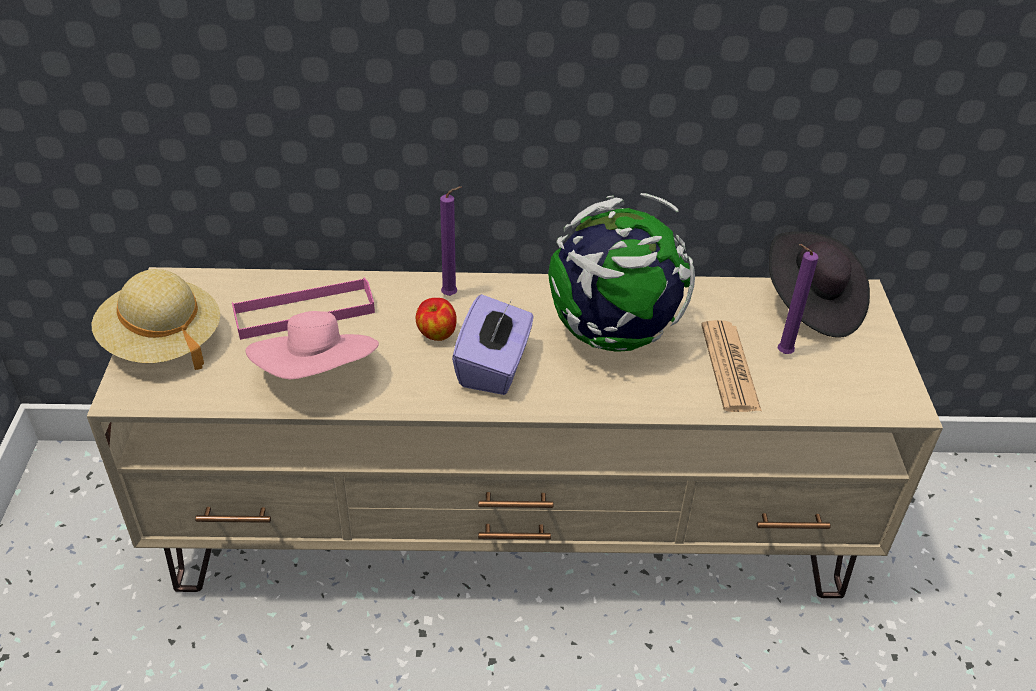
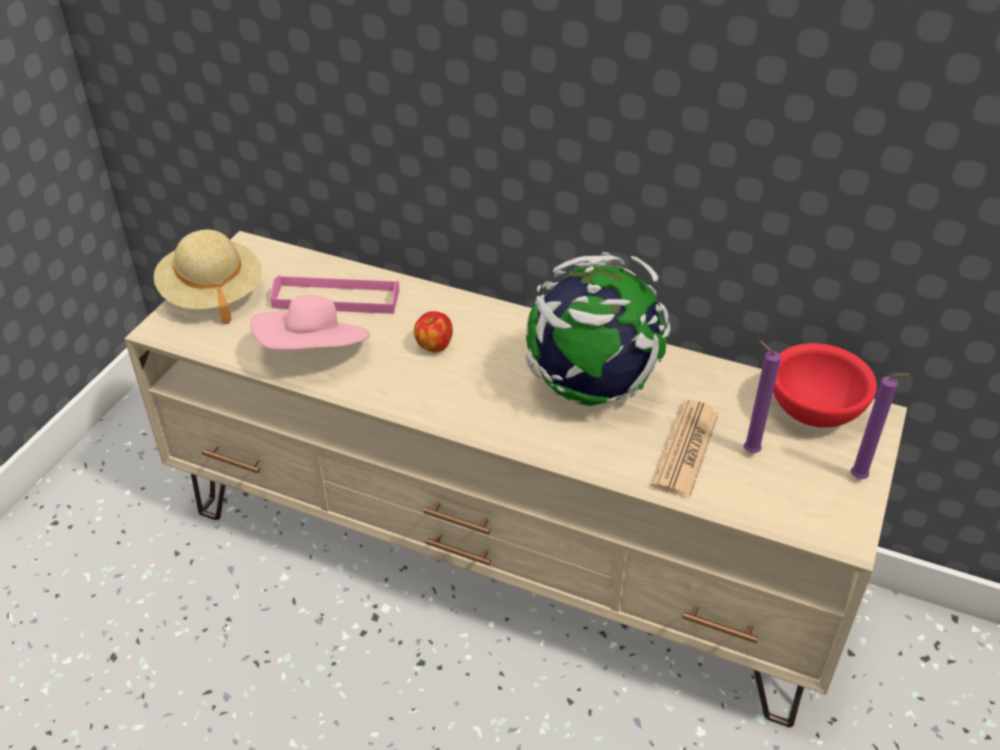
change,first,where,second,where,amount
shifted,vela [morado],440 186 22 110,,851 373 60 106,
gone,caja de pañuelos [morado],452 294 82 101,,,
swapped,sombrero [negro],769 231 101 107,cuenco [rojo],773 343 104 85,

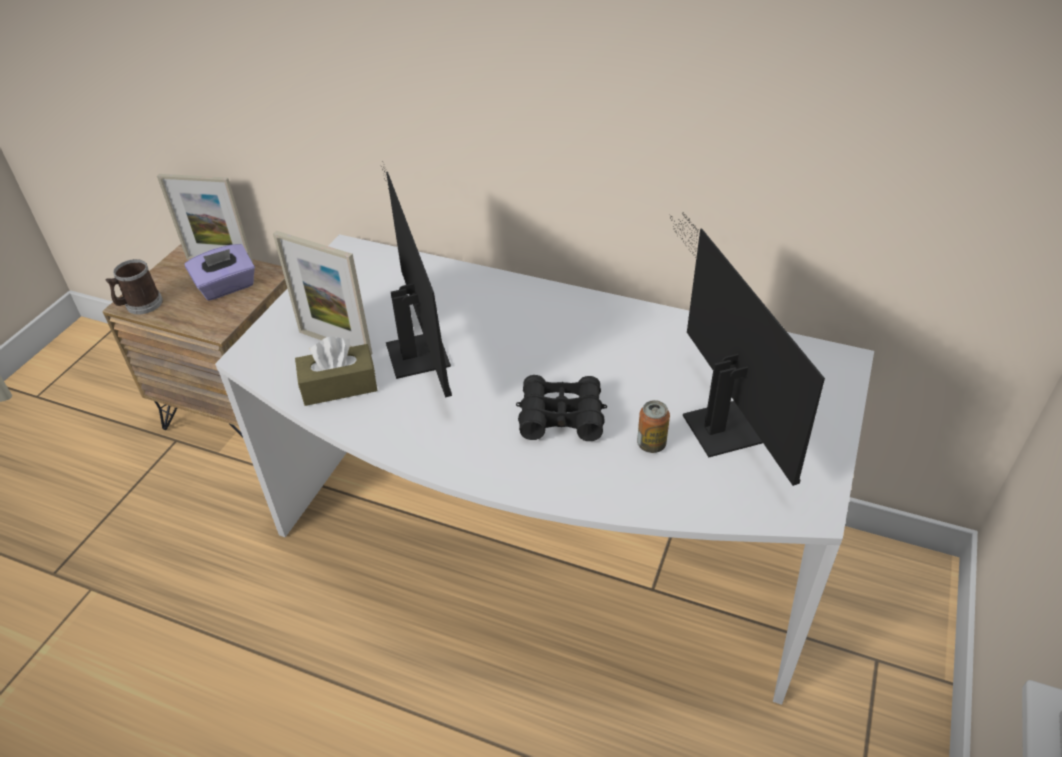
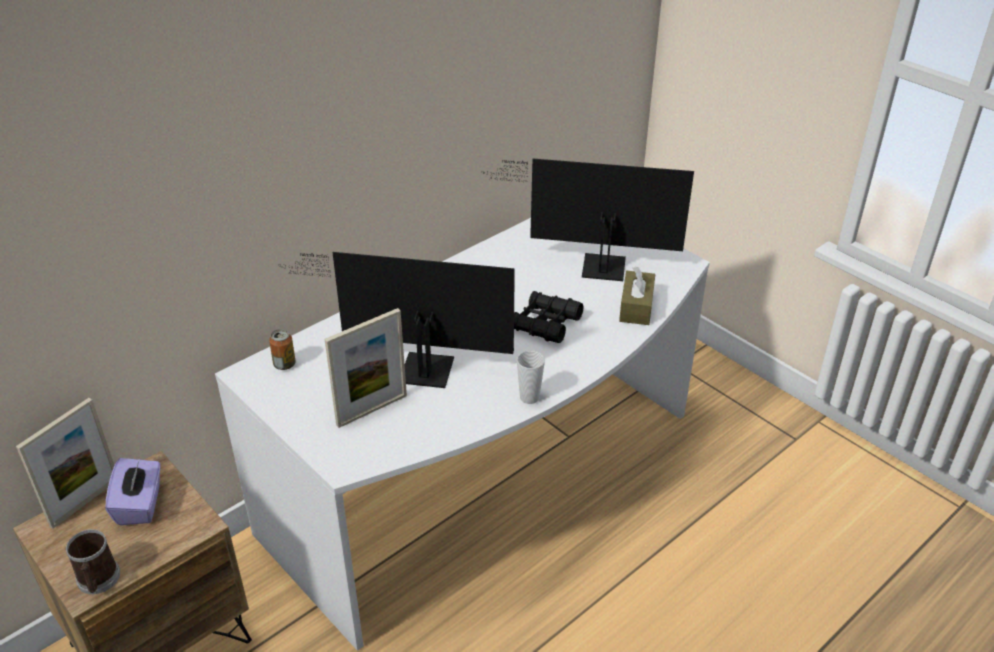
change,first,where,second,where,amount
shifted,caja de pañuelos [marrón],295 336 83 70,,619 267 36 58,
shifted,lata,637 400 33 53,,269 329 27 41,
new,,,taza,517 350 28 54,

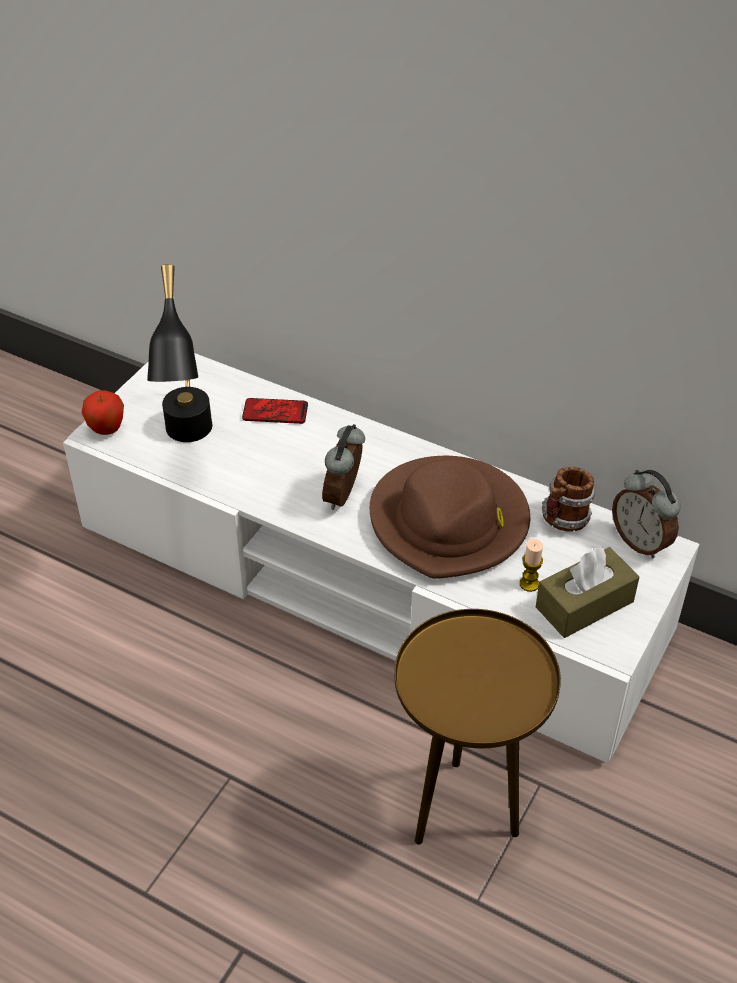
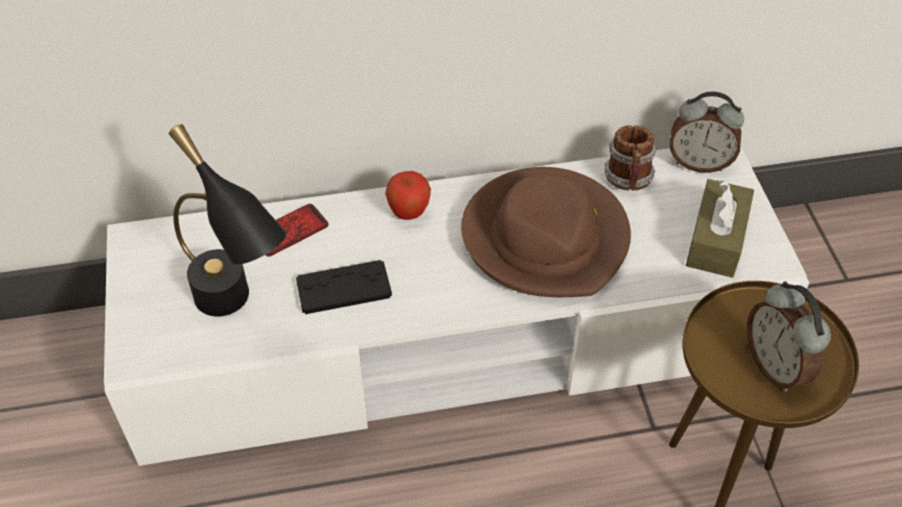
change,first,where,second,where,amount
shifted,manzana,81 390 43 45,,385 171 46 49,
shifted,despertador,322 424 43 86,,747 281 84 110,
gone,vela,520 539 23 53,,,
new,,,mando de consola [negro],296 260 96 54,

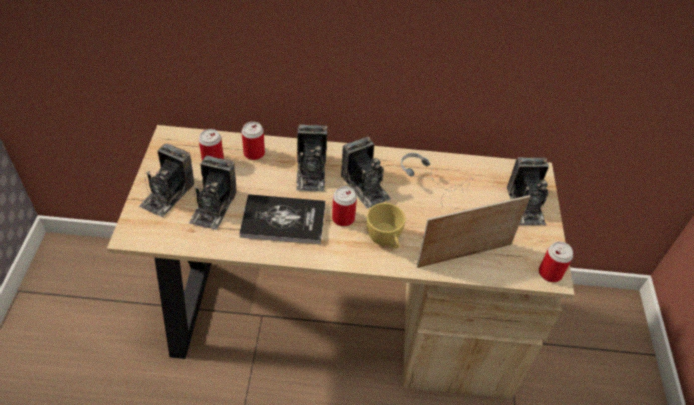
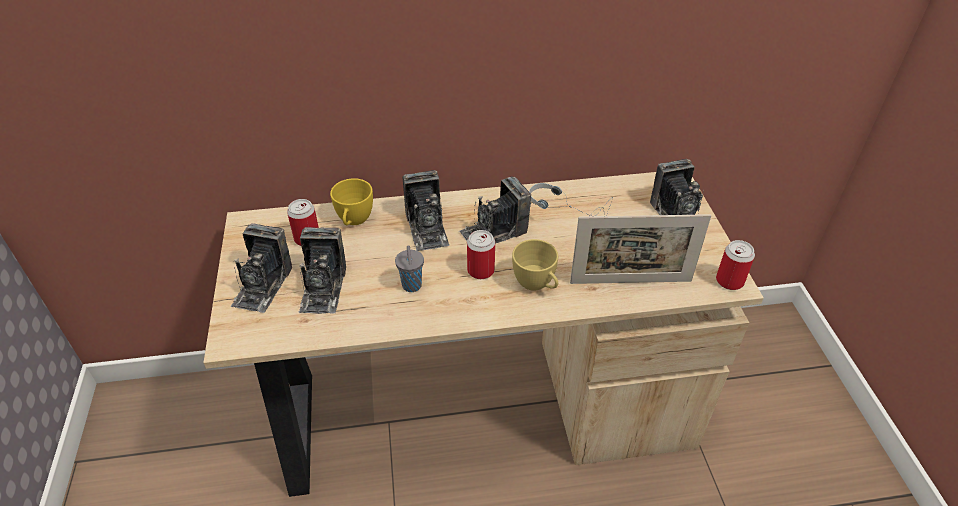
change,first,where,second,where,amount
swapped,libro,239 194 87 50,taza [gris],395 245 29 47,
swapped,lata,242 122 23 38,taza [amarillo],330 178 43 47,
rotated,cámara,341 137 50 72,,459 177 72 67,105 degrees clockwise
rotated,portarretratos,417 195 114 73,,570 214 141 70,150 degrees counterclockwise

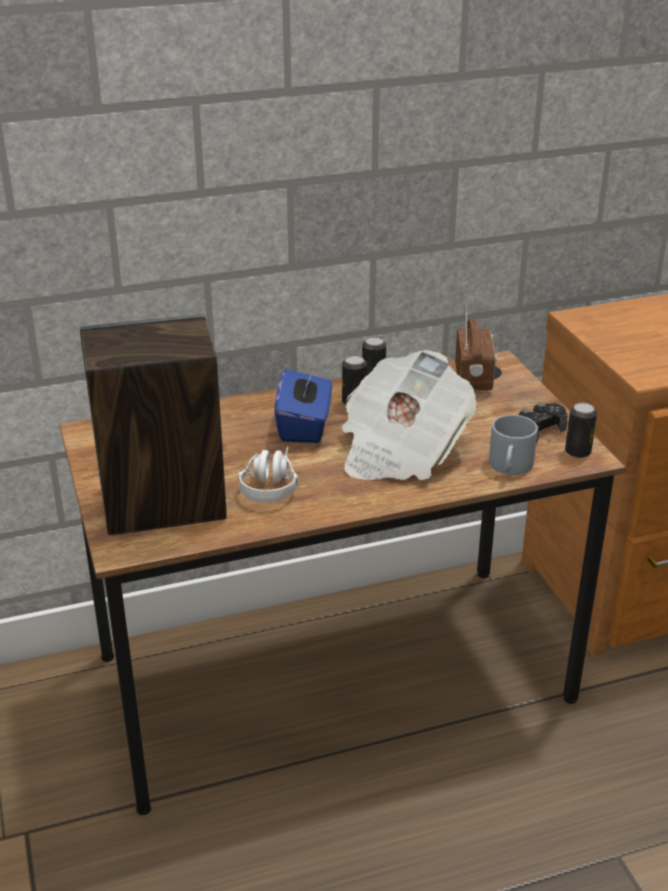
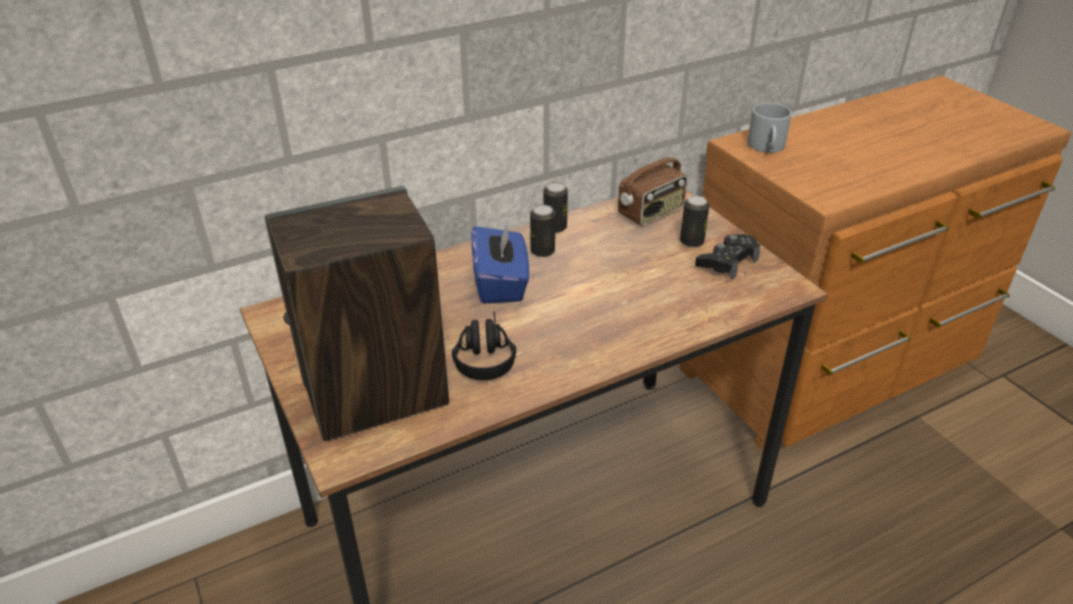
change,first,where,second,where,amount
repainted,auriculares [blanco],238 447 60 56,auriculares [negro],452 311 64 69,
gone,periódico,342 350 135 130,,,
rotated,radio,455 303 42 87,,618 137 69 89,60 degrees clockwise
shifted,taza grande [gris],489 415 49 60,,748 103 44 50,
shifted,lata,565 402 32 56,,680 195 30 52,

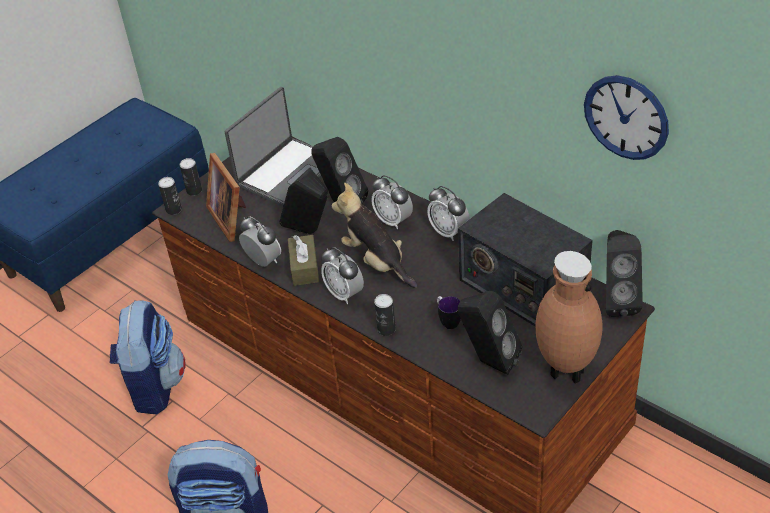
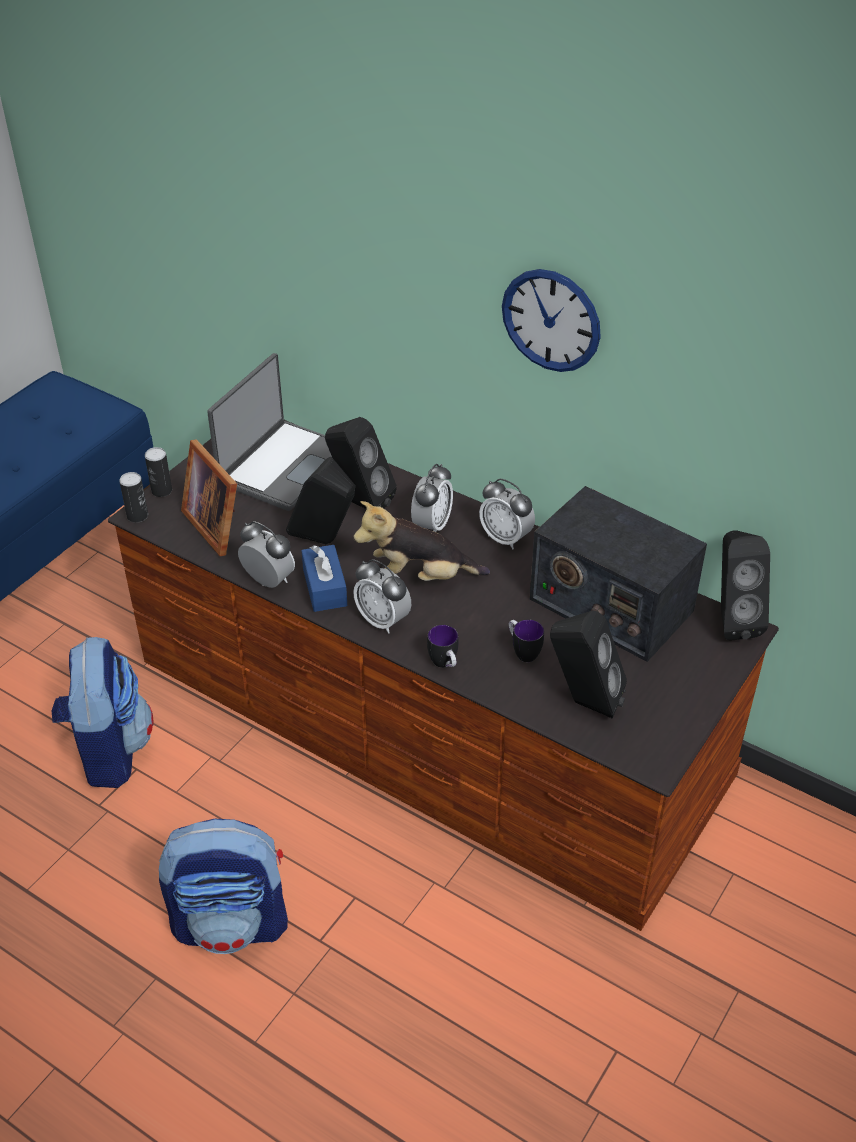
change,first,where,second,where,amount
repainted,caja de pañuelos [marrón],288 235 31 51,caja de pañuelos [azul],301 545 46 67,
rotated,peluche,331 183 87 105,,353 501 137 80,45 degrees counterclockwise
rotated,despertador,371 175 42 55,,411 464 42 68,105 degrees counterclockwise
swapped,lata,374 294 22 42,taza grande,427 625 32 43,
gone,florero [marrón],535 251 67 133,,,
shifted,reloj de pared,584 75 85 85,,502 269 99 103,

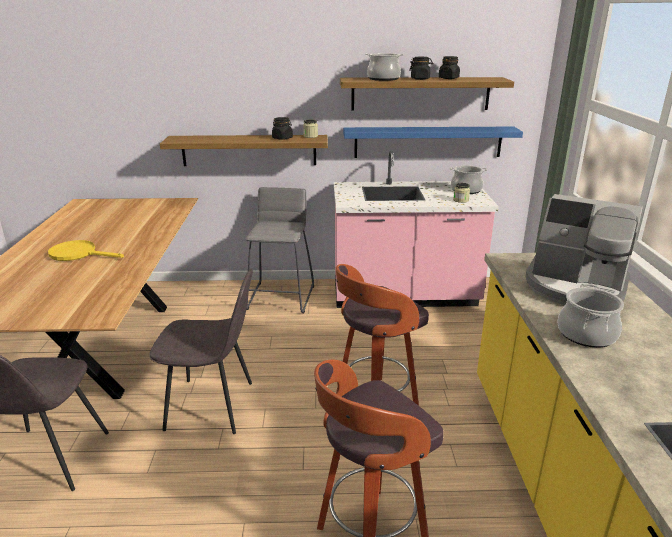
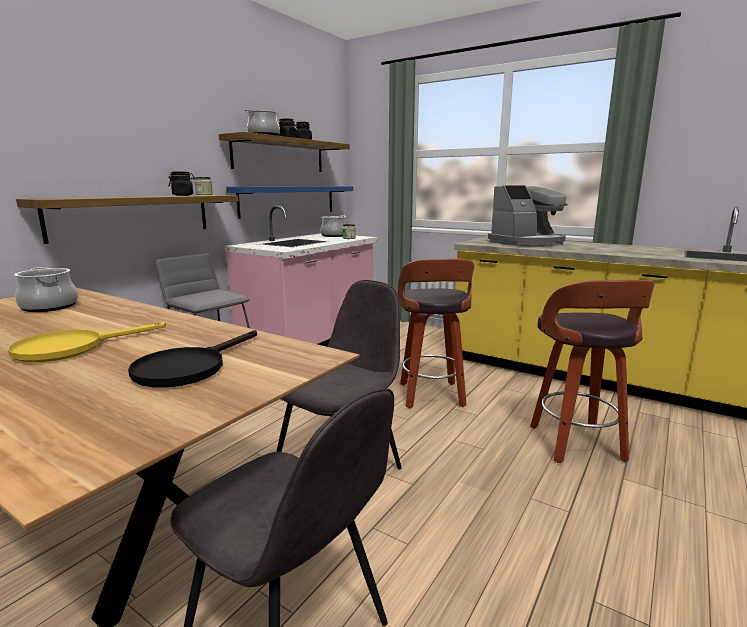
change,first,where,second,where,amount
shifted,olla,558 283 66 65,,14 267 64 45,
new,,,sartén [negro],128 330 129 58,

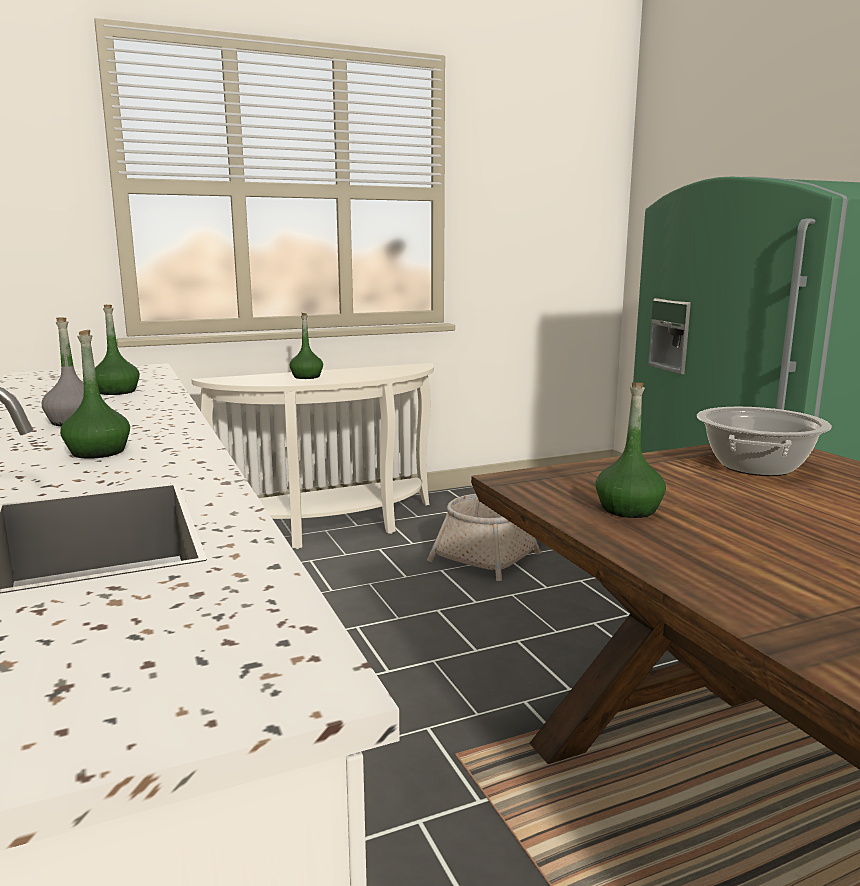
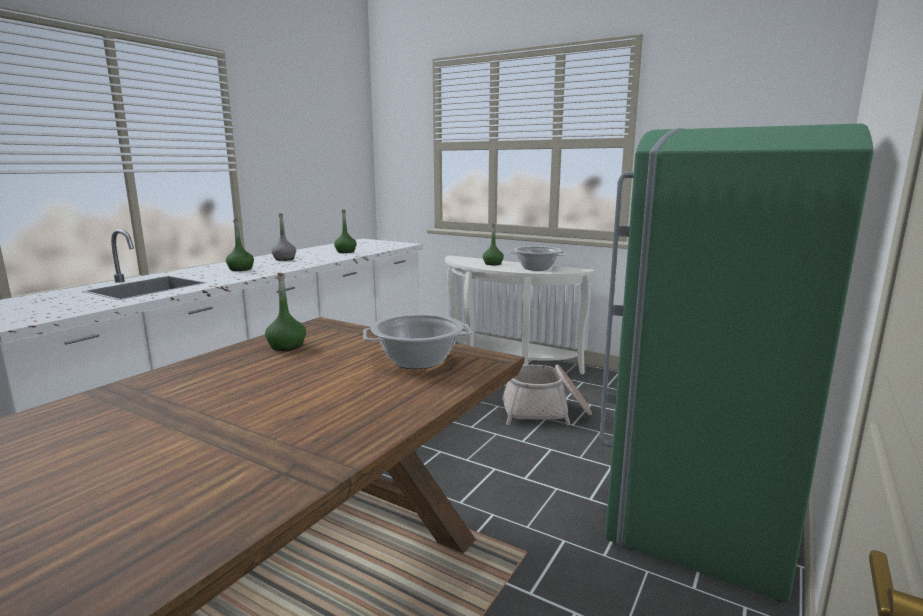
change,first,where,second,where,amount
new,,,olla,509 246 57 25,

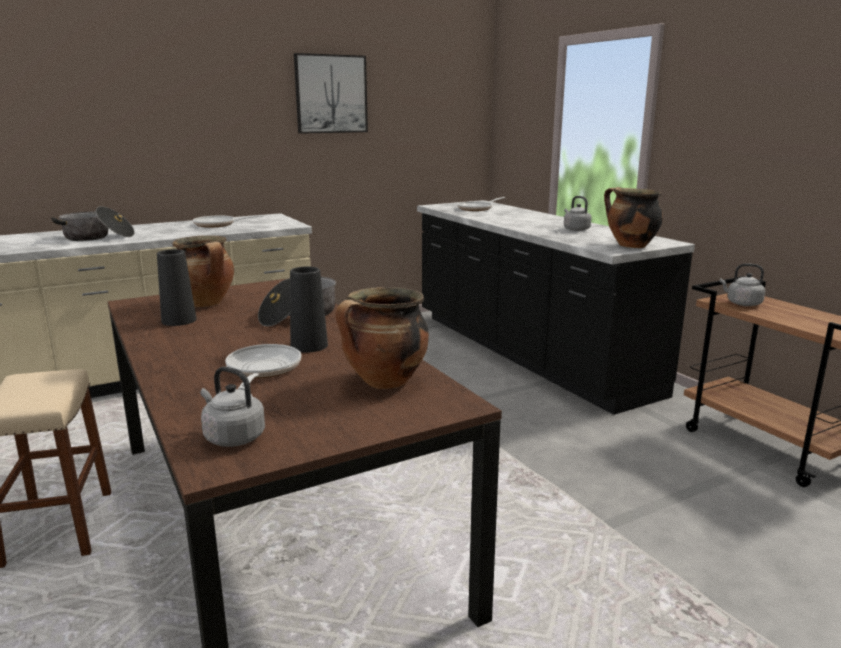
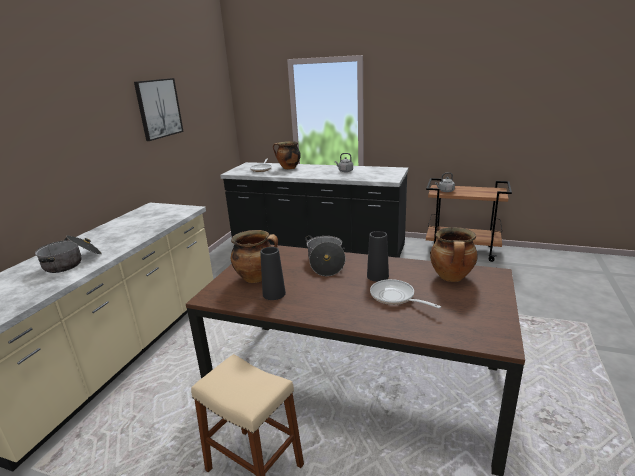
change,first,where,second,where,amount
gone,sartén,193 215 71 13,,,
gone,hervidor [gris],200 366 65 81,,,
shifted,olla,604 187 59 61,,273 141 28 28,

